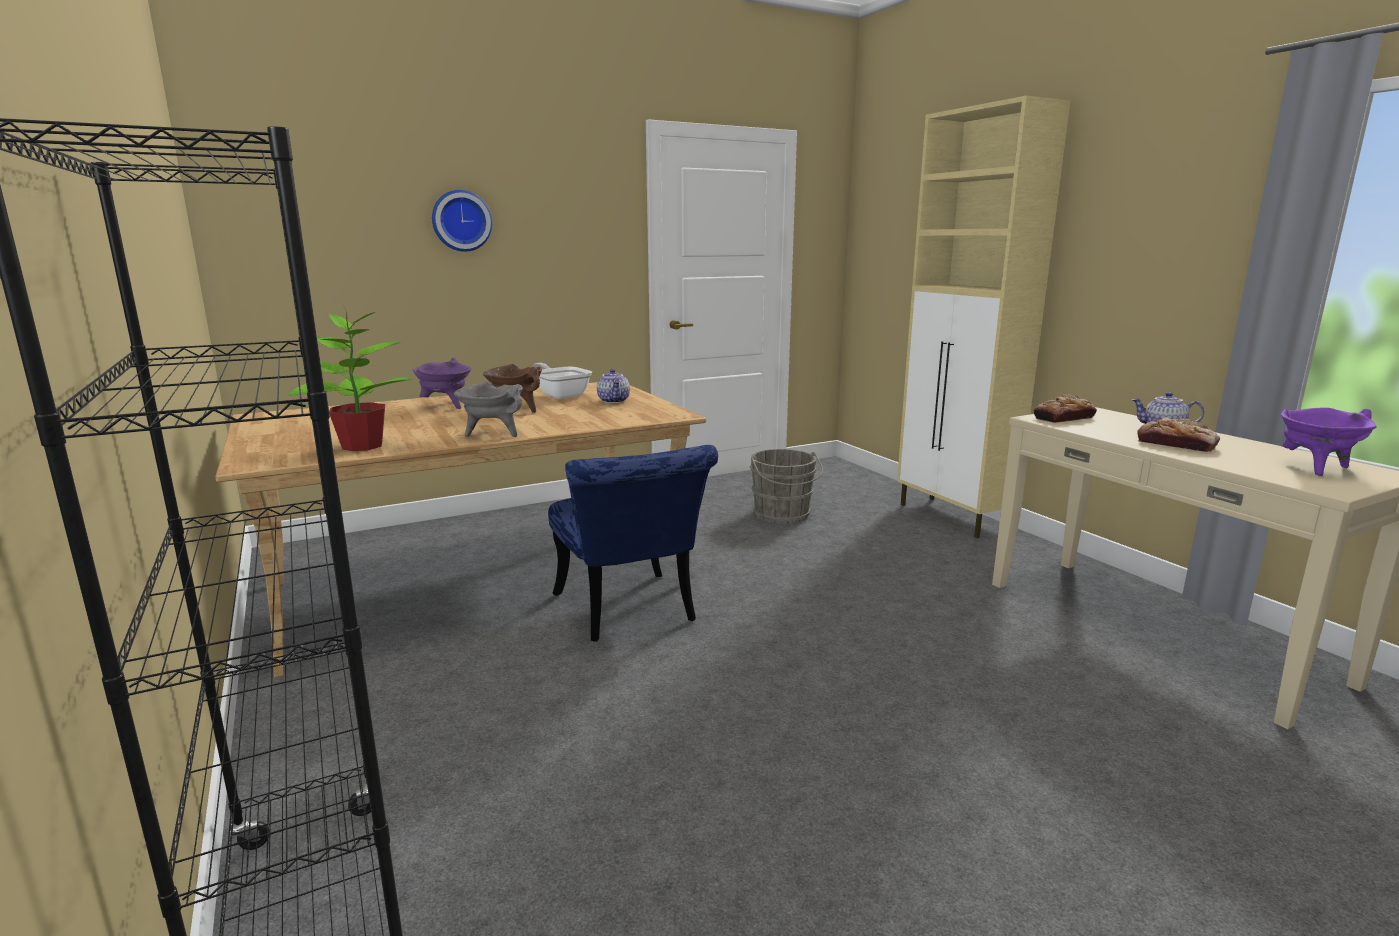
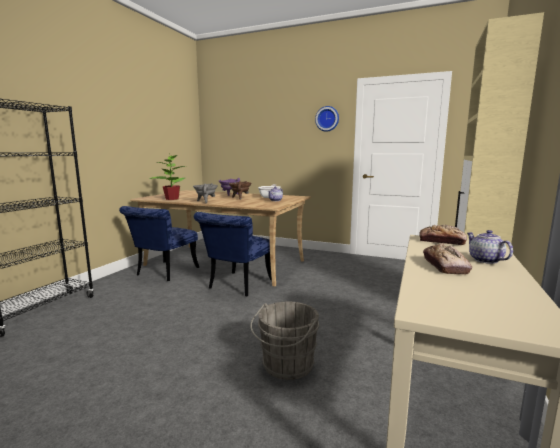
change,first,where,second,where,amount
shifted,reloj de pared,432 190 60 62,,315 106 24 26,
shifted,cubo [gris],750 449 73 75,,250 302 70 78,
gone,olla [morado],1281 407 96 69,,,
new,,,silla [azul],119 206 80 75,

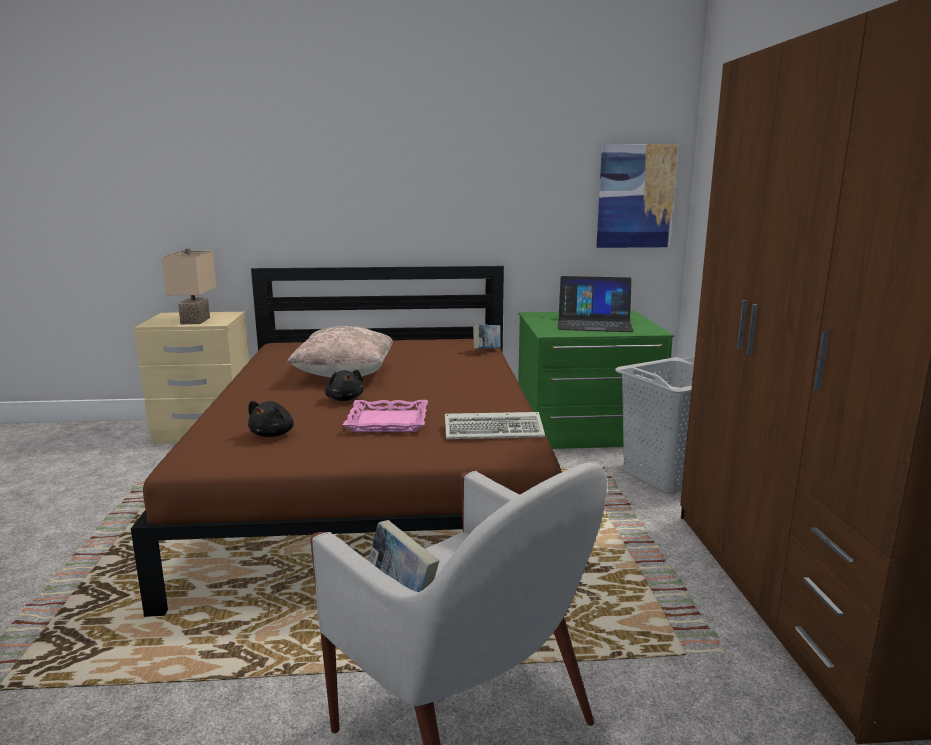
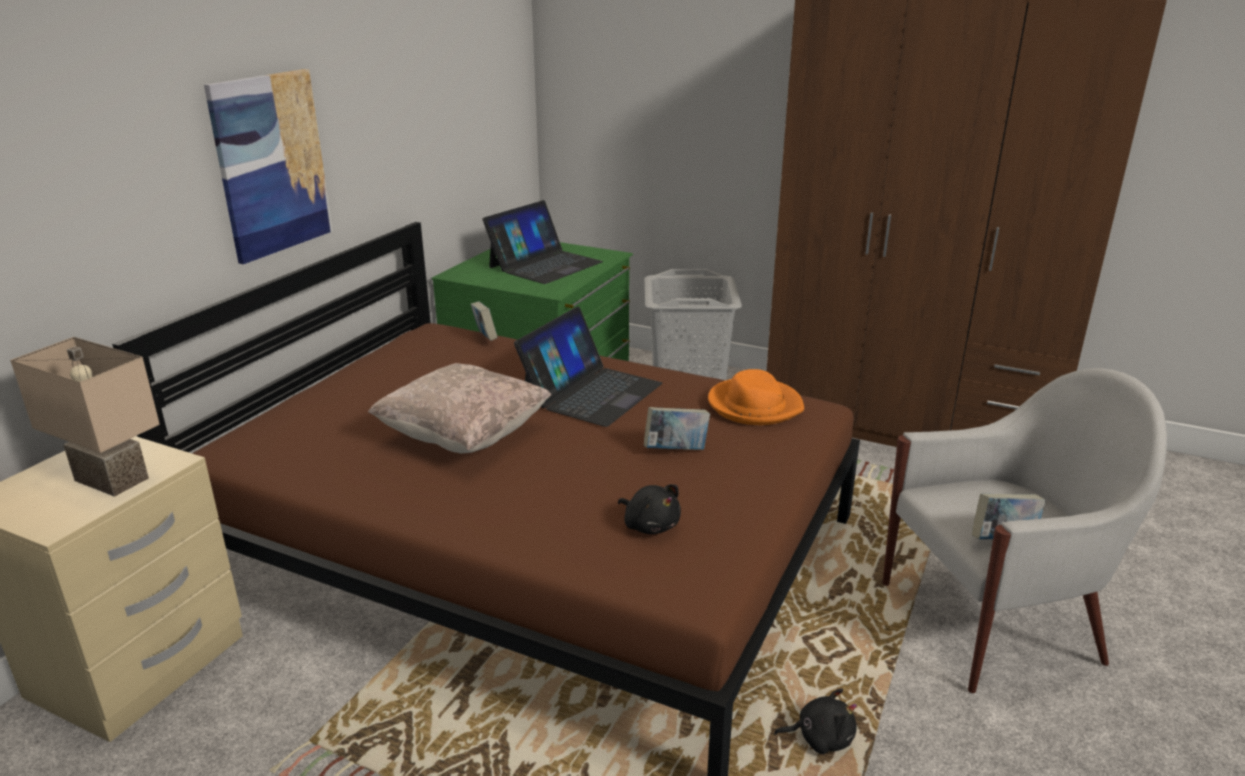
change,first,where,second,where,amount
shifted,peluche [negro],325 370 39 31,,774 688 83 66,
swapped,bandeja [rosa],343 400 85 32,libro,644 407 66 43,
swapped,teclado,445 412 100 27,sombrero [naranja],708 369 96 56,
shifted,cuadro,596 144 82 104,,204 69 128 195,
new,,,portátil,514 306 148 121,

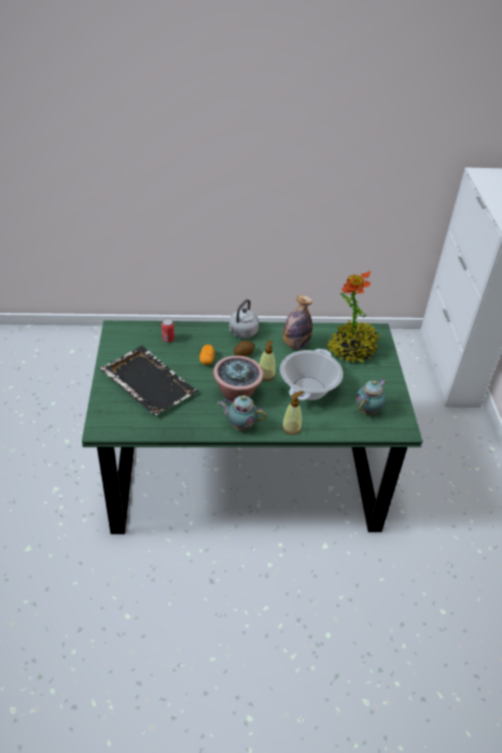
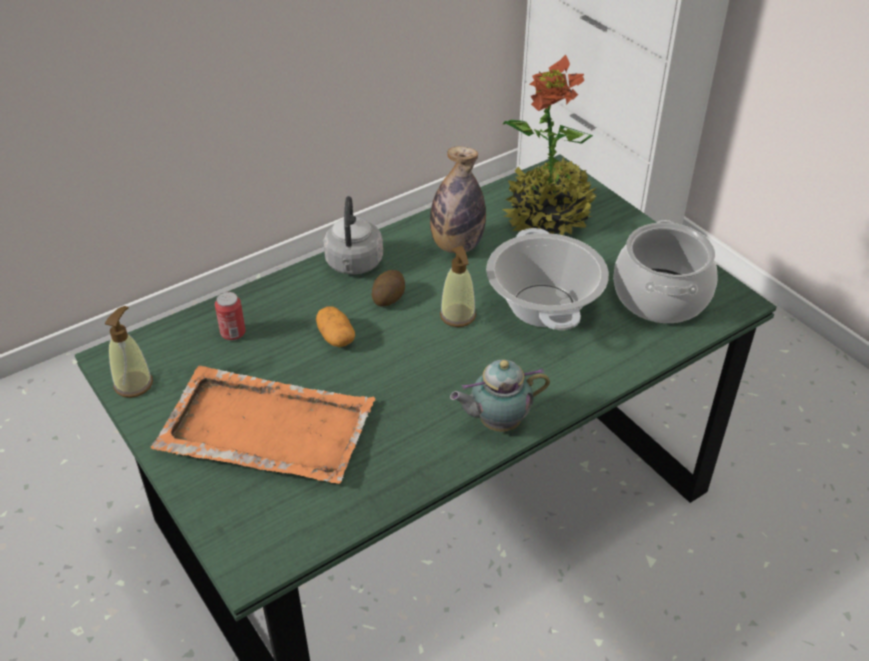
change,first,where,second,where,amount
repainted,bandeja [negro],99 346 100 70,bandeja [naranja],151 366 224 118,
gone,planta en maceta,213 355 51 47,,,
shifted,dispensador de jabón,282 391 23 44,,105 306 48 92,
swapped,tetera,356 379 30 36,olla,613 220 104 103,

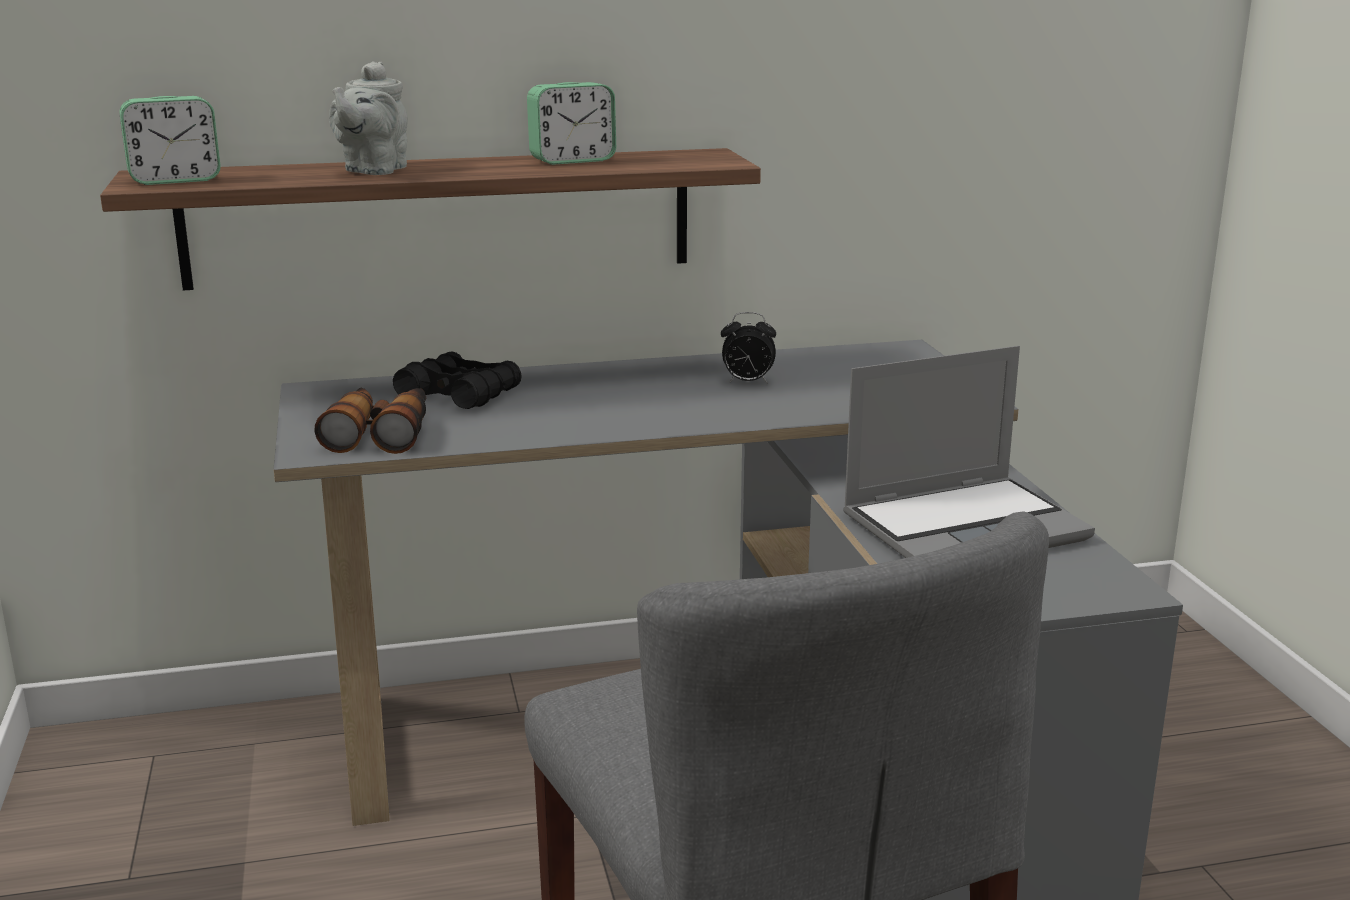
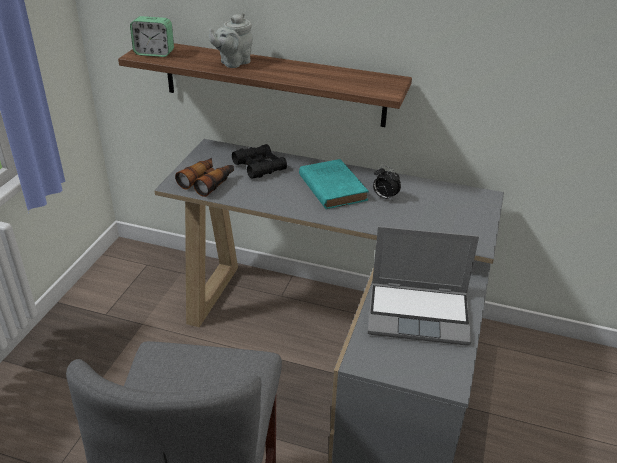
change,first,where,second,where,amount
gone,despertador,527 82 89 83,,,
new,,,libro [turquesa],299 159 70 50,

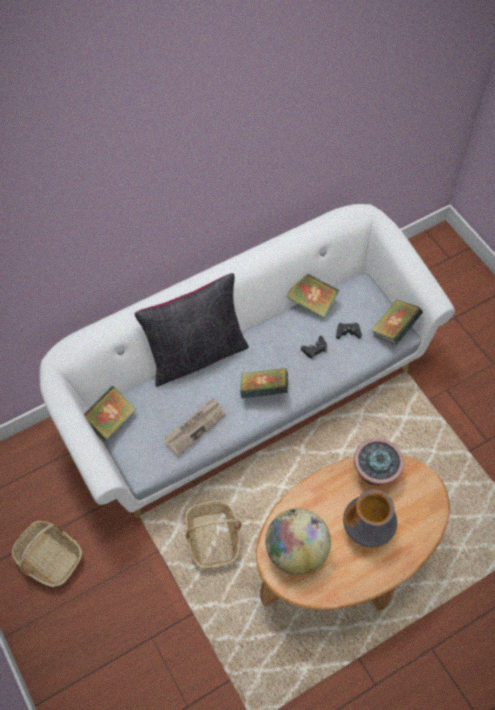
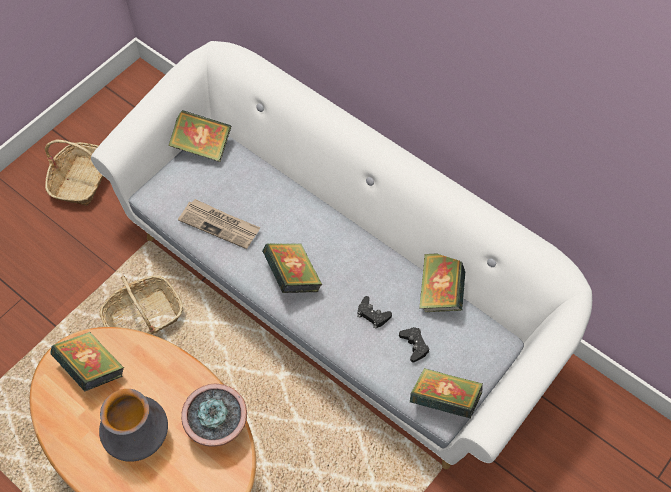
change,first,where,second,where,amount
gone,cojín [negro],134 273 115 114,,,
swapped,globo terráqueo,265 508 66 67,libro,50 332 75 59,

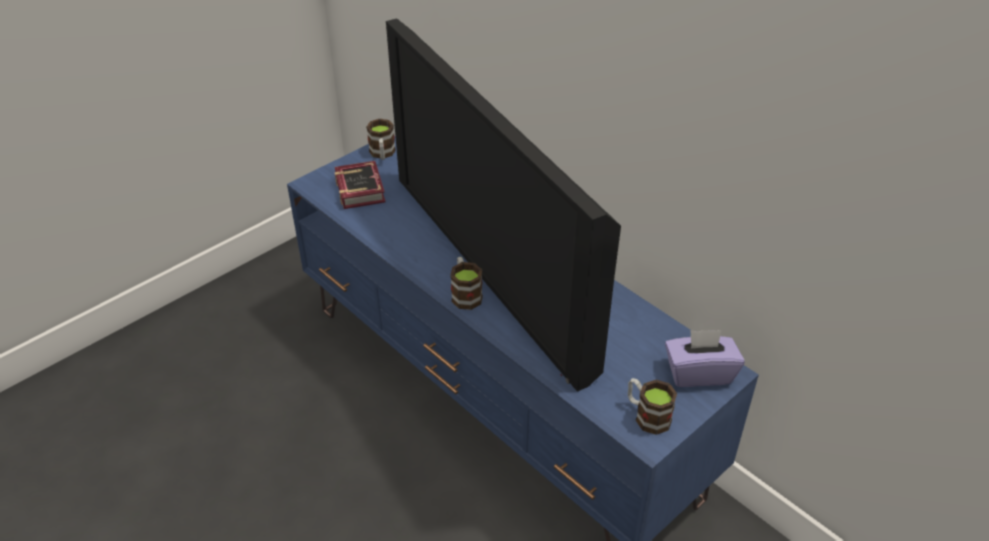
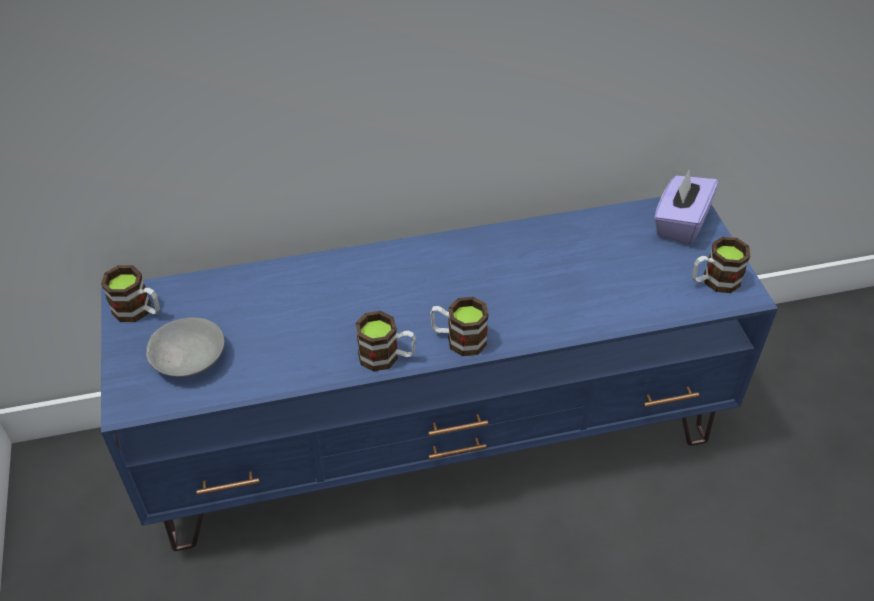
change,first,where,second,where,amount
swapped,libro,335 161 50 48,cuenco [gris],146 317 78 60,
gone,televisor,386 18 235 374,,,
new,,,taza grande,355 311 61 61,

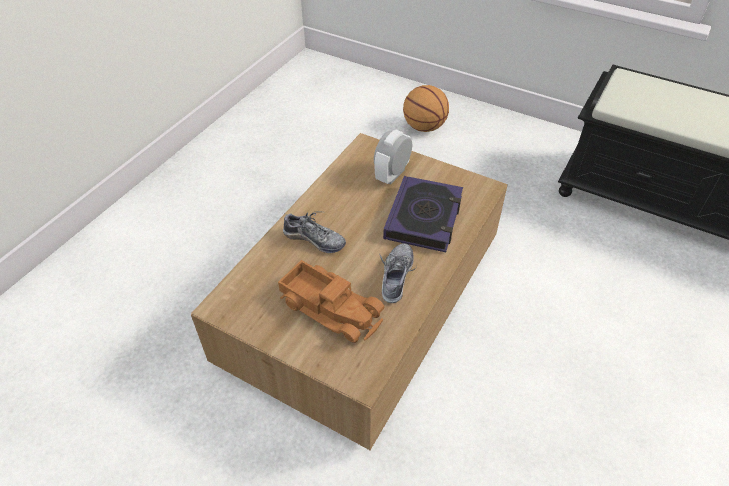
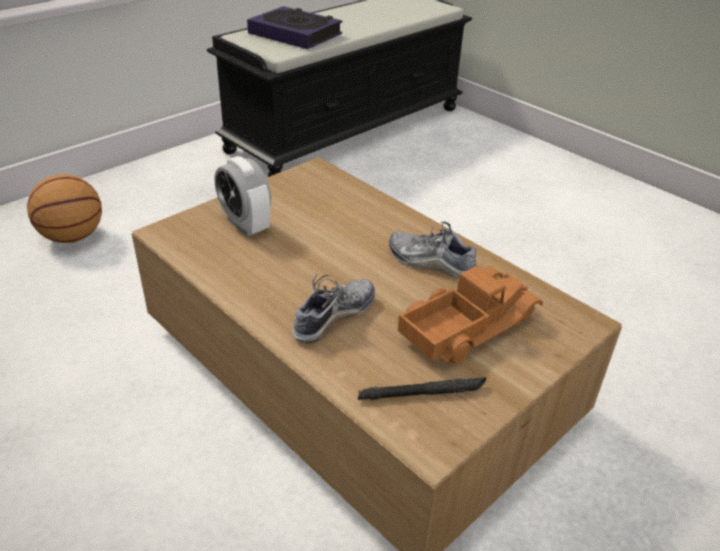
change,first,where,second,where,amount
shifted,libro,383 176 80 76,,247 6 95 43,
new,,,linterna [negro],358 377 128 23,

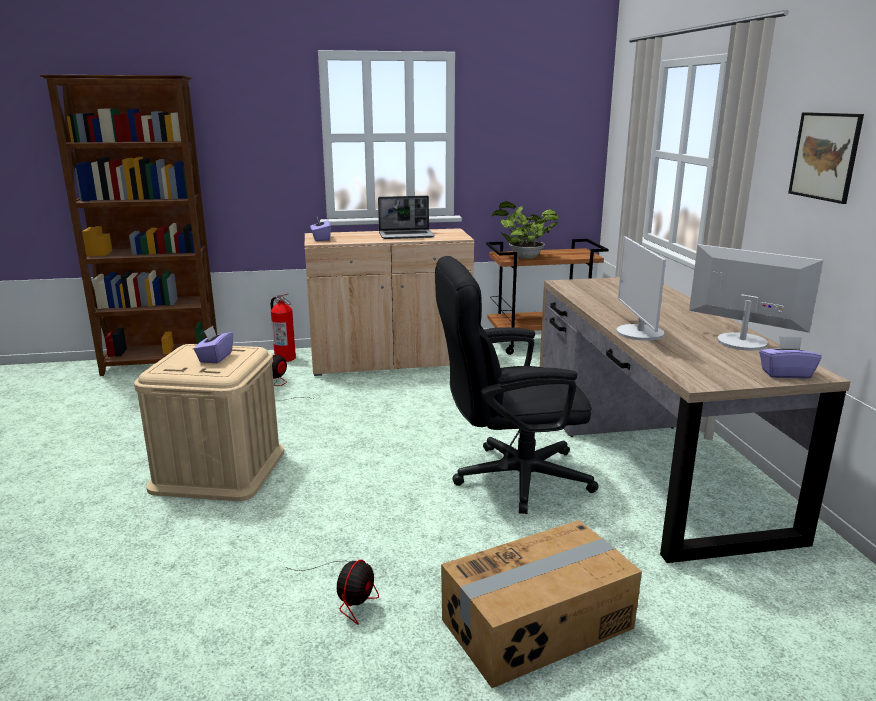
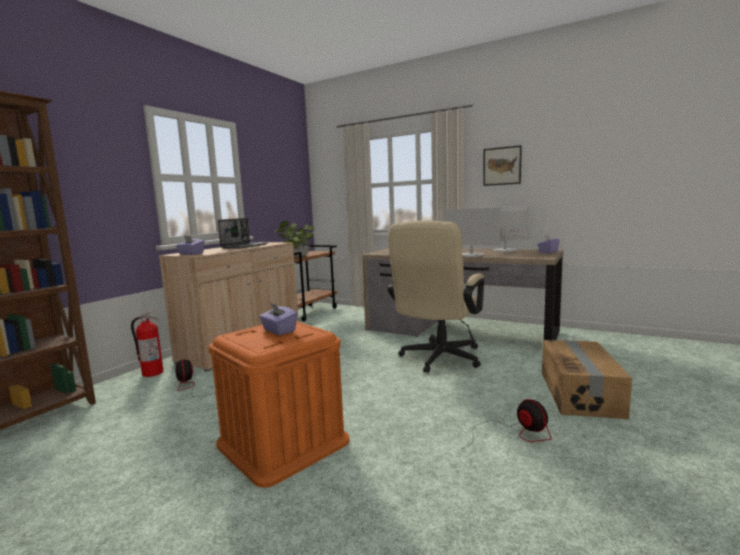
change,first,where,second,where,amount
repainted,caja de almacenaje [beis],134 344 150 157,caja de almacenaje [naranja],209 321 141 167,
repainted,silla de oficina [negro],435 256 164 258,silla de oficina [beis],388 220 96 153,

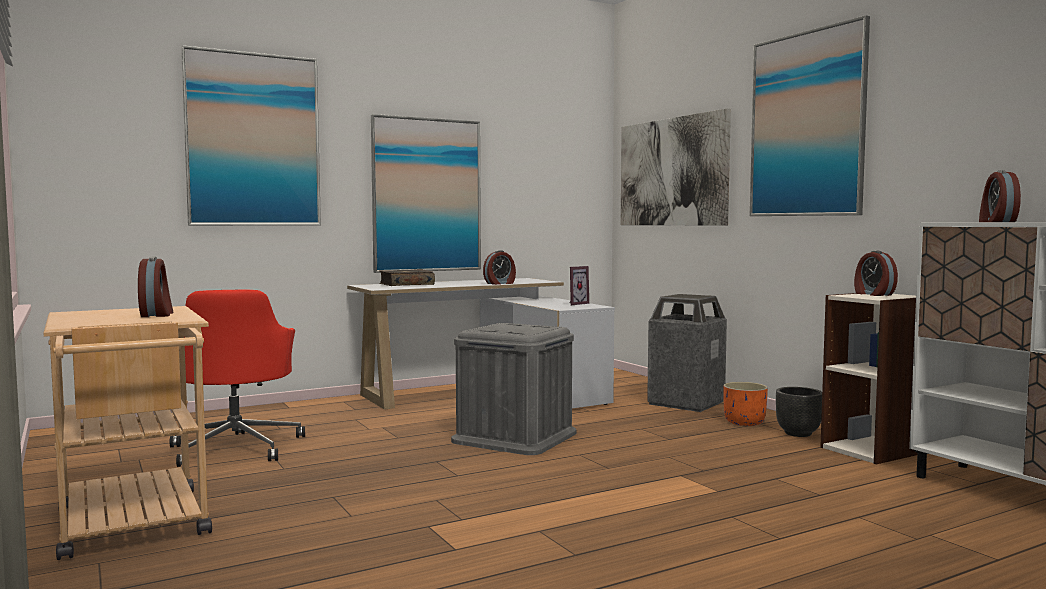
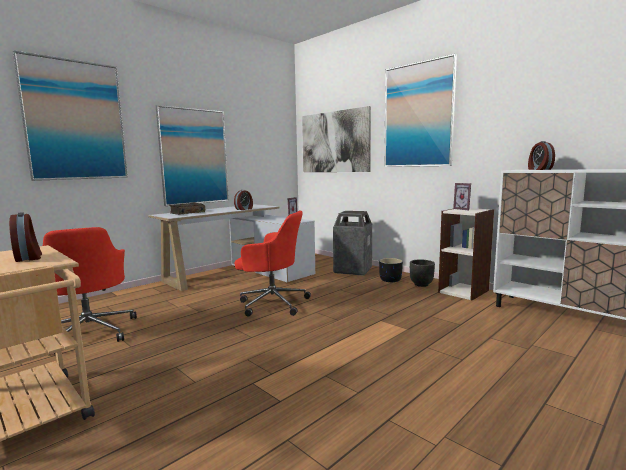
change,first,where,second,where,amount
swapped,caja de almacenaje [gris],451 323 125 132,silla de oficina [rojo],235 211 76 106,
repainted,maceta [naranja],723 382 45 44,maceta [negro],379 258 24 24,
swapped,despertador,854 250 44 46,portarretratos,453 183 18 27,

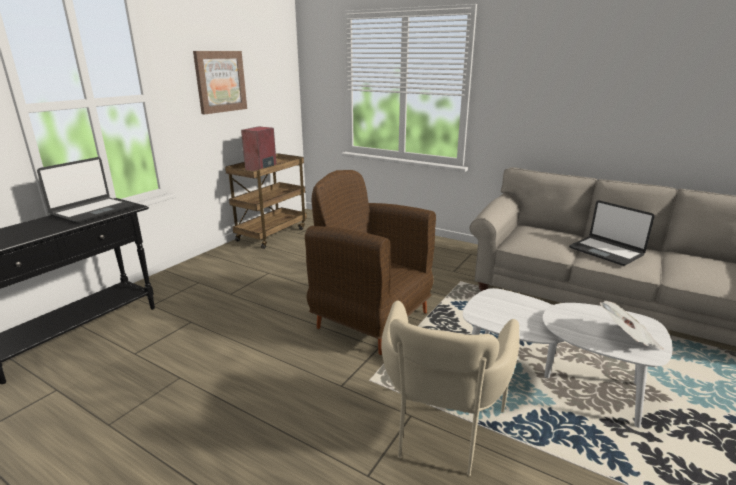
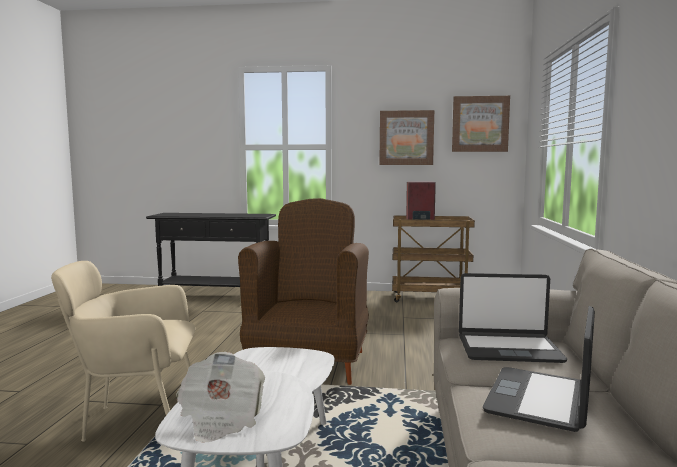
change,first,where,second,where,amount
shifted,portátil,37 157 98 66,,459 273 108 90,
new,,,cuadro,452 96 58 56,

